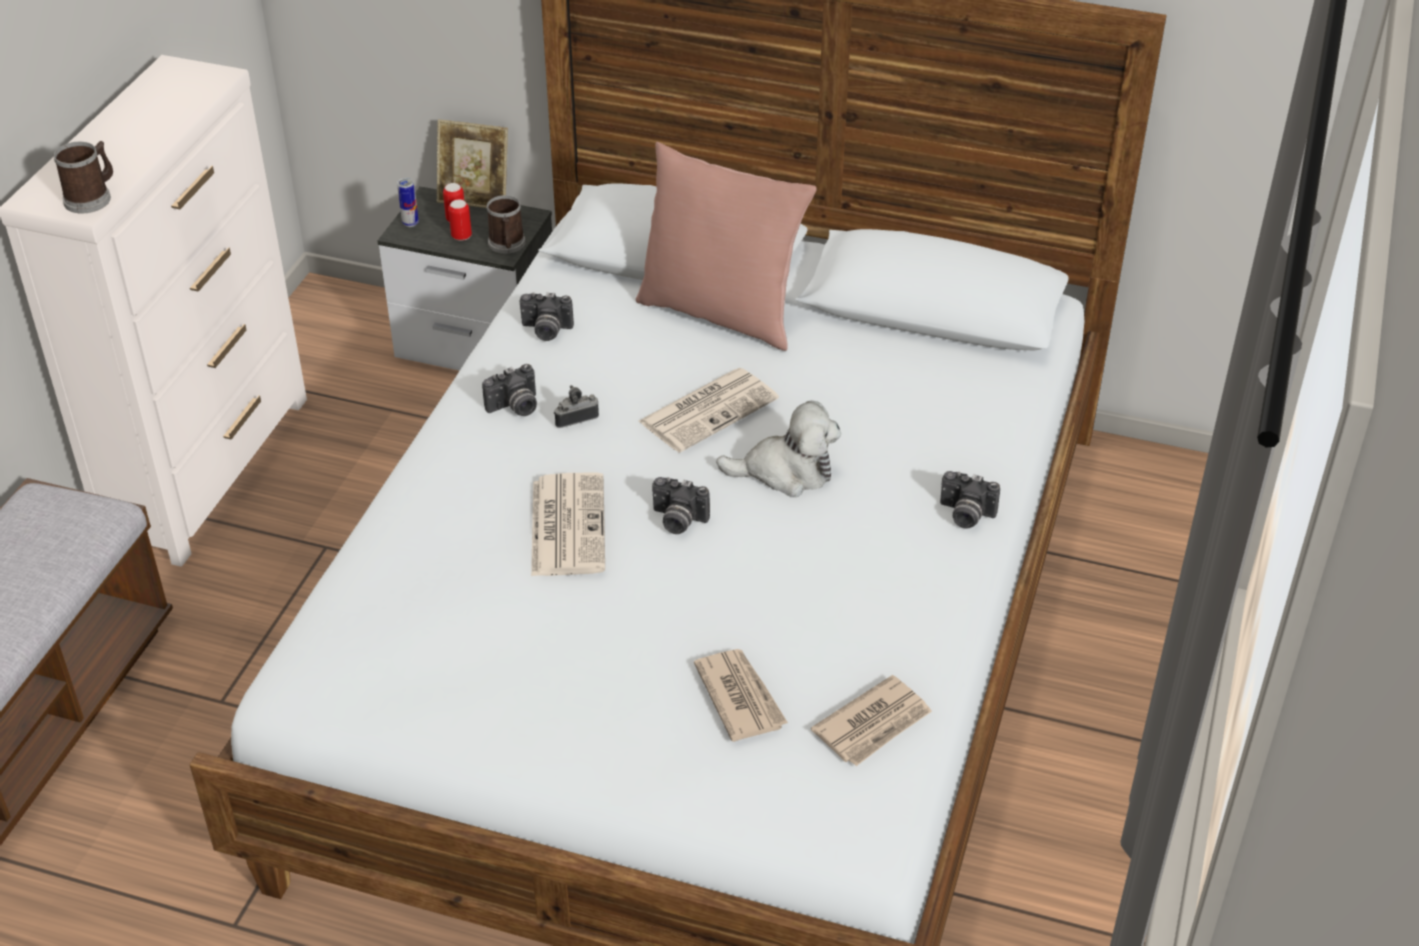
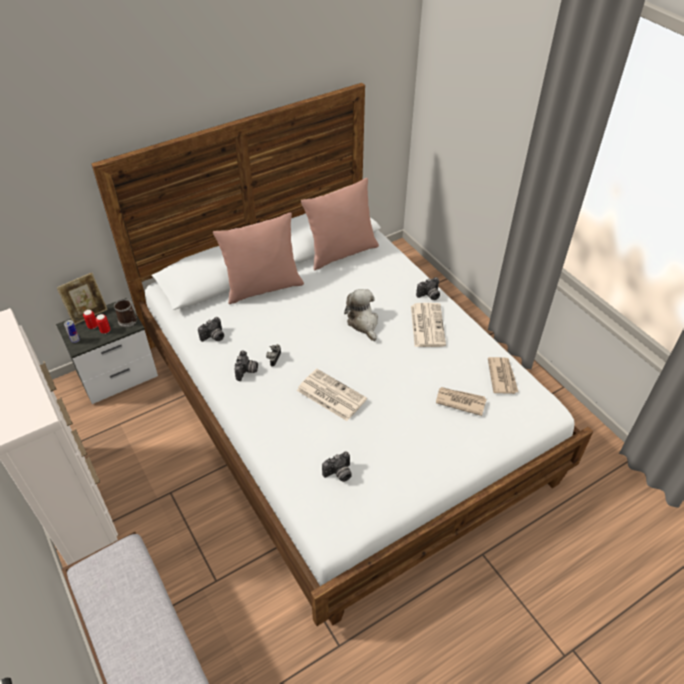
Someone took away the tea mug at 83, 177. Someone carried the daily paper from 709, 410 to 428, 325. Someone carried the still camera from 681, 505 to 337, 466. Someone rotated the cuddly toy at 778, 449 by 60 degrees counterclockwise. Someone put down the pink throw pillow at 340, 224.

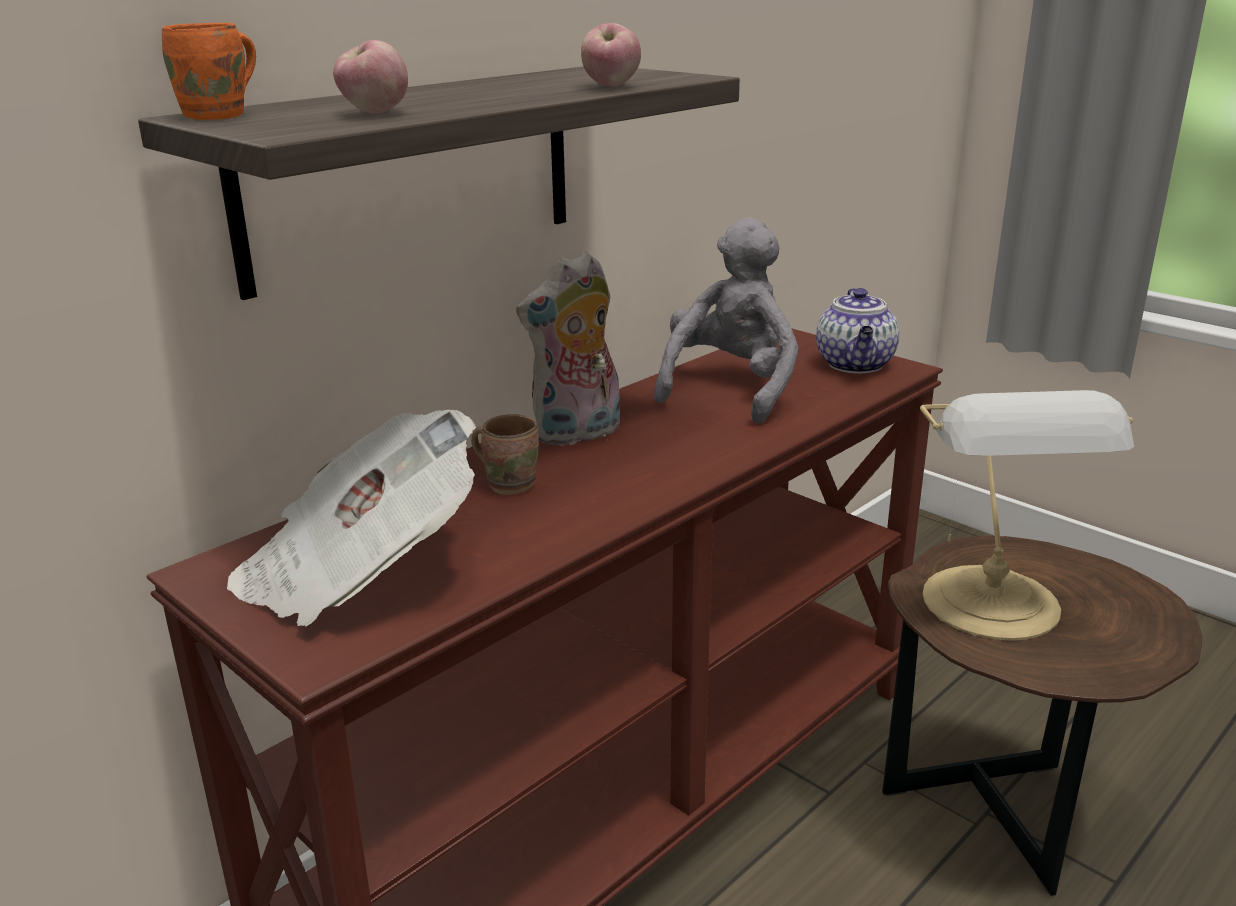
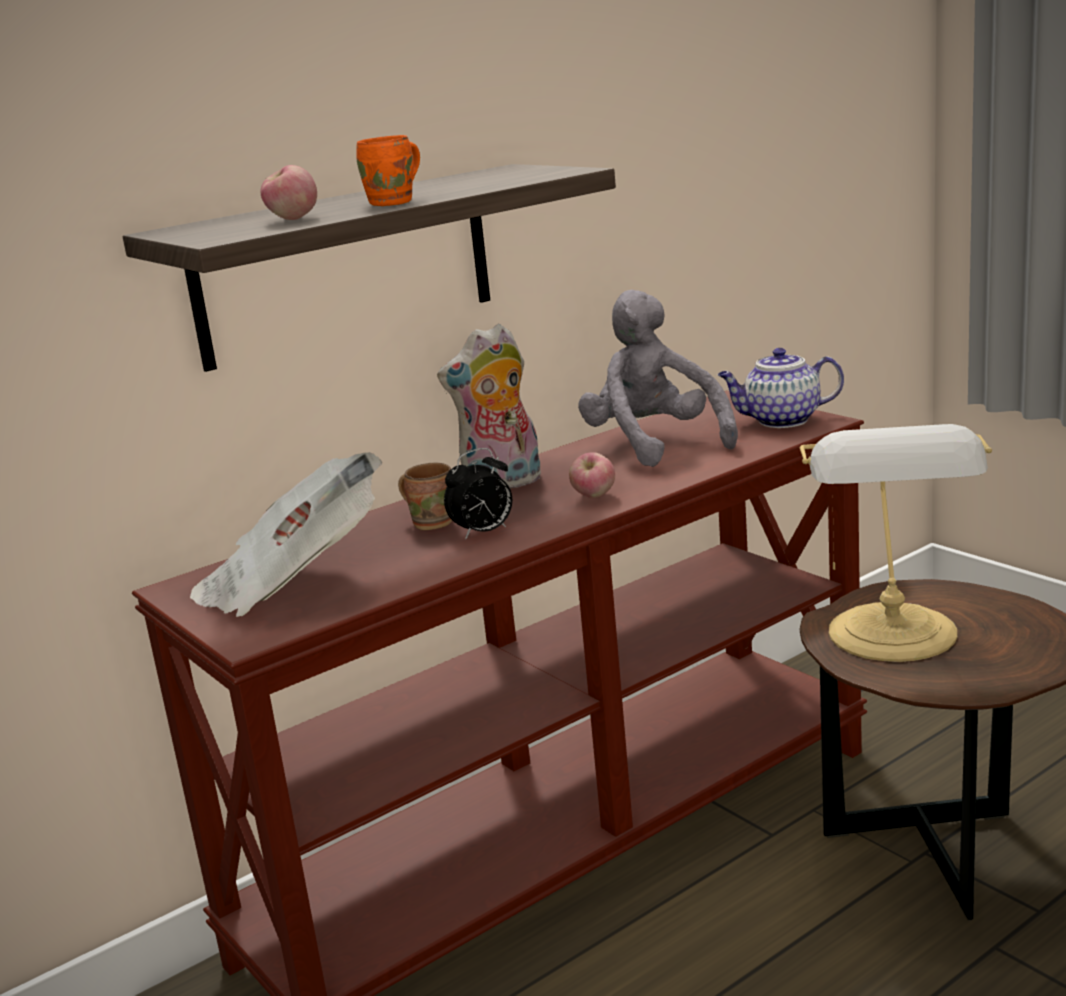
Someone carried the orange-coloured tea mug from 209, 71 to 388, 170. Someone carried the apple fruit from 611, 55 to 592, 475. Someone rotated the gray cuddly toy at 726, 320 by 60 degrees counterclockwise. Someone rotated the pot for tea at 857, 330 by 75 degrees clockwise. Someone put down the table clock at 478, 494.

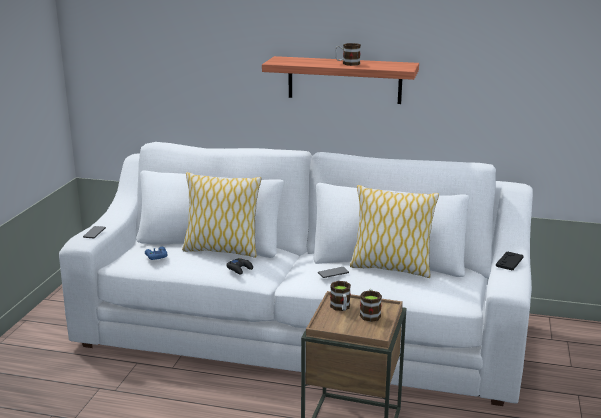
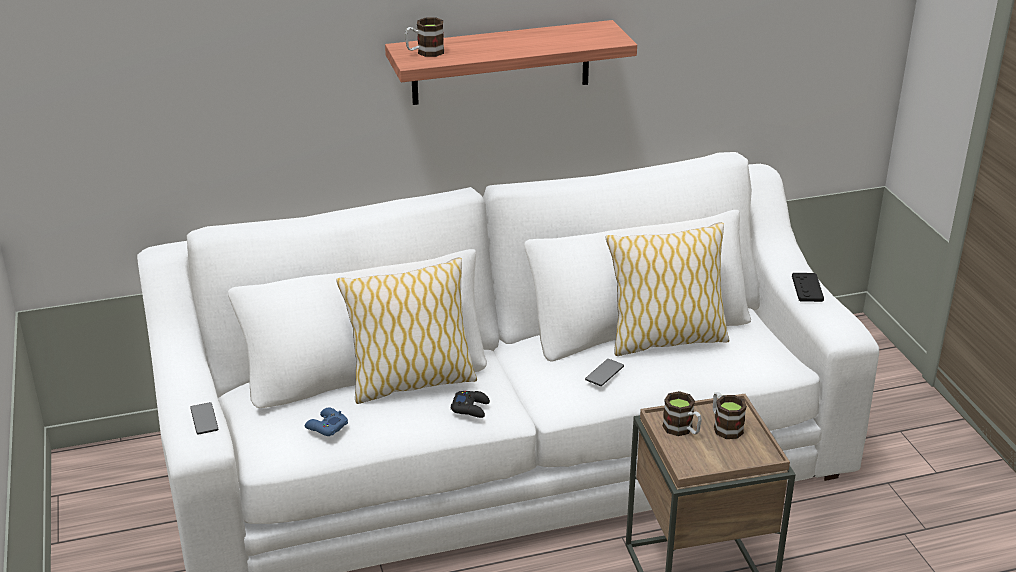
Someone carried the tea mug from 348, 54 to 424, 37.

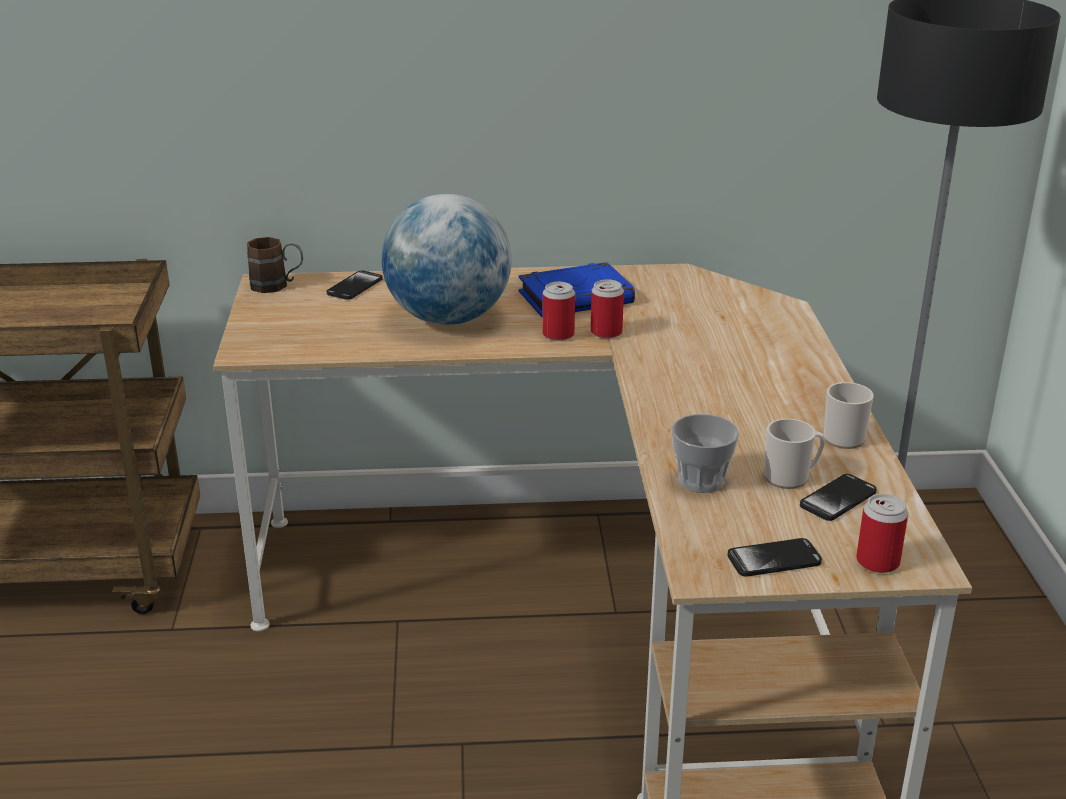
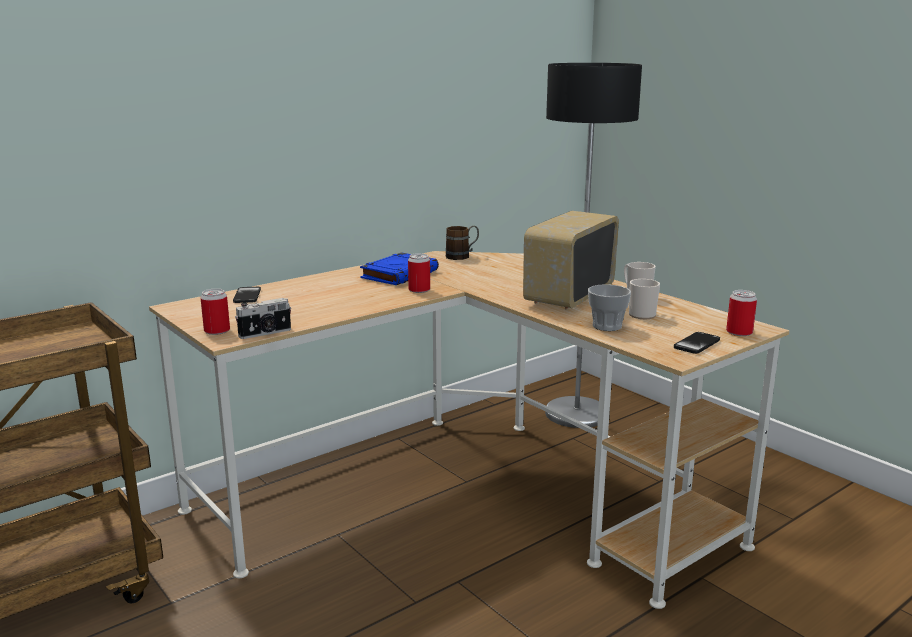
Someone carried the brown tea mug from 275, 265 to 462, 243. Someone took away the world globe at 446, 259. Someone carried the can from 607, 309 to 215, 312. Someone took away the phone at 838, 497. Someone put down the still camera at 263, 318. Someone put down the radio at 571, 260.

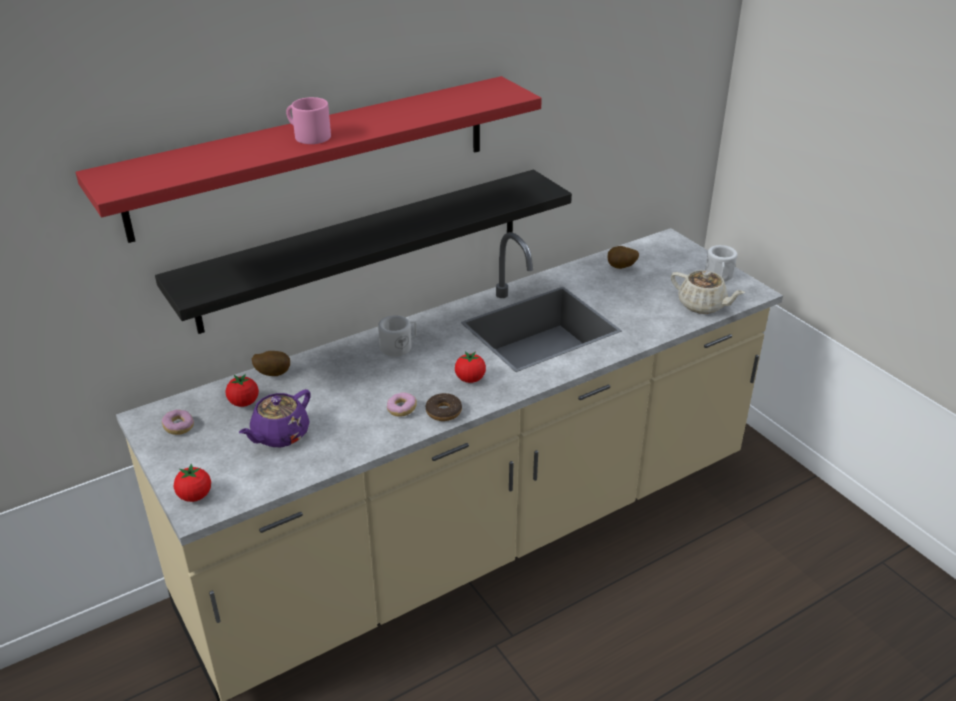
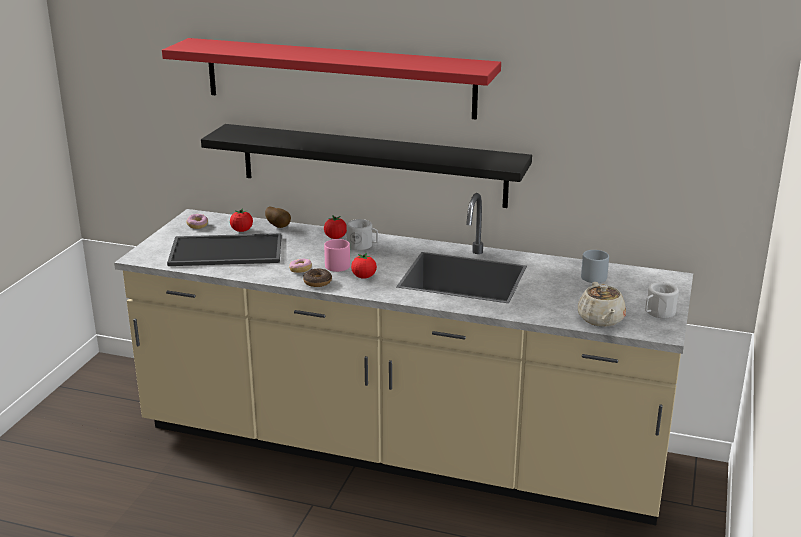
Someone carried the tomato from 192, 483 to 335, 227. Someone swapped the purple pot for tea at 275, 418 for the carrying tray at 224, 249. Someone carried the pink tea mug from 308, 120 to 337, 255. Someone swapped the potato at 623, 257 for the gray tea mug at 595, 266.

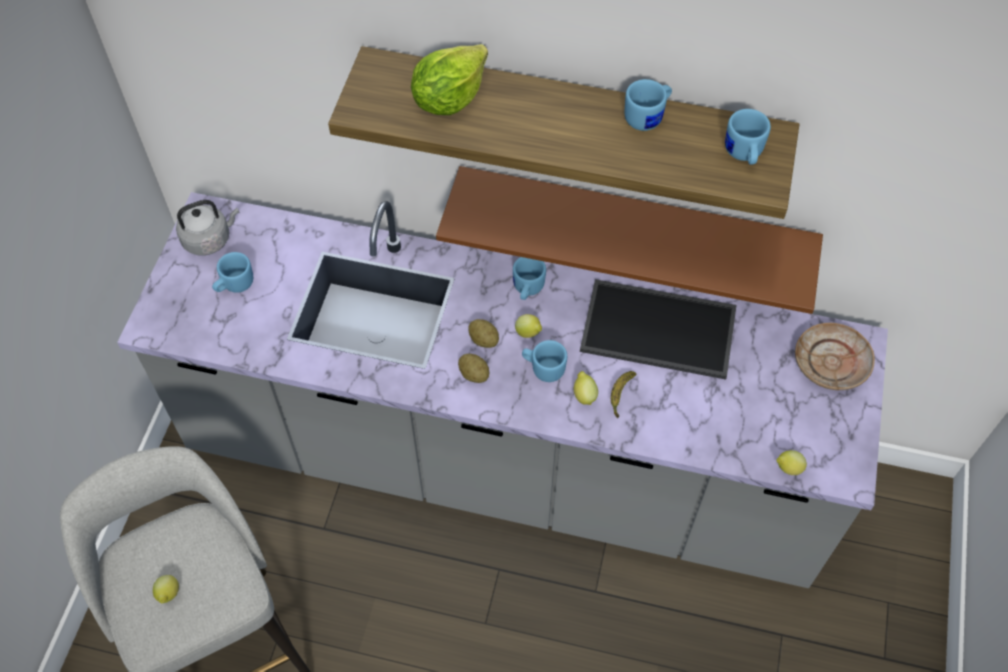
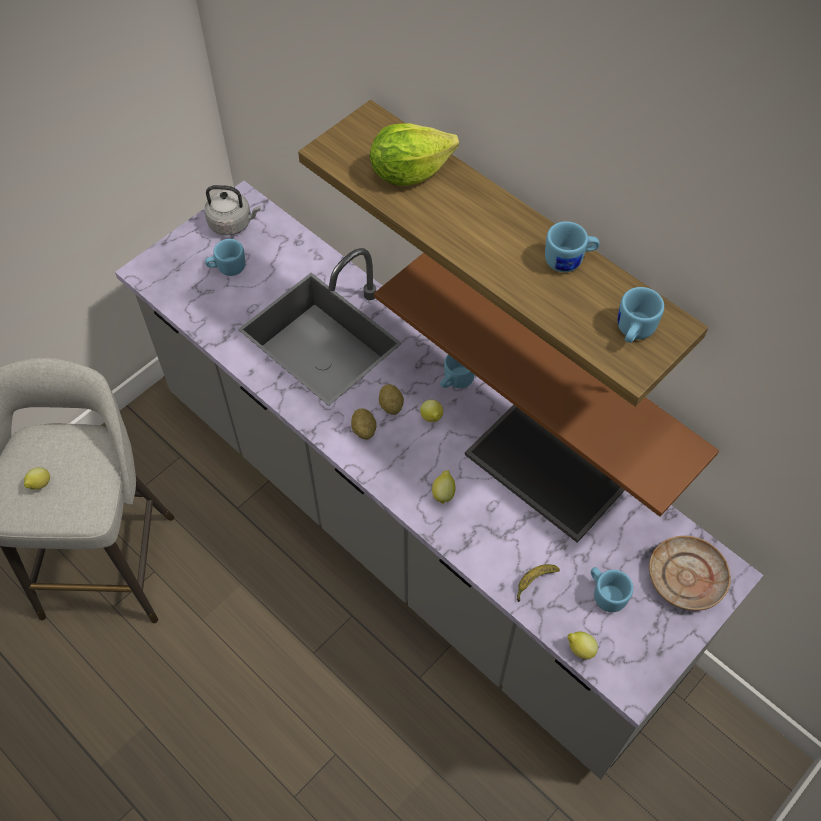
Someone carried the blue tea mug from 544, 361 to 612, 589. Someone carried the banana fruit from 624, 394 to 538, 583.

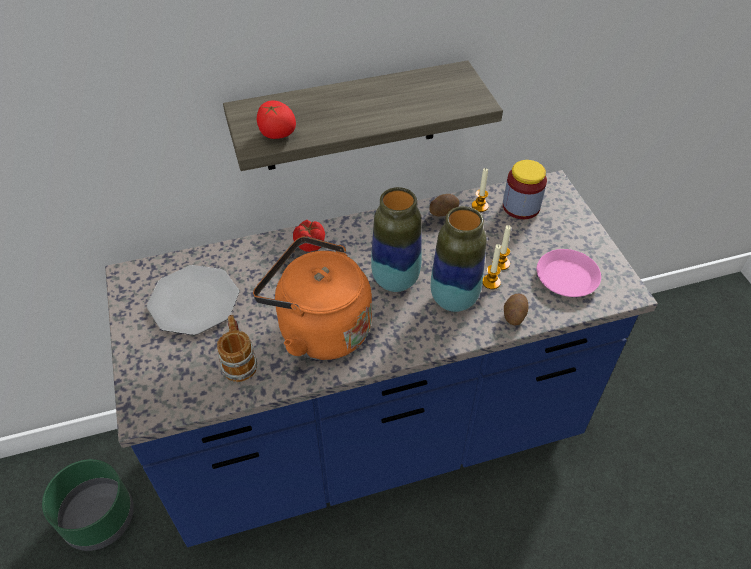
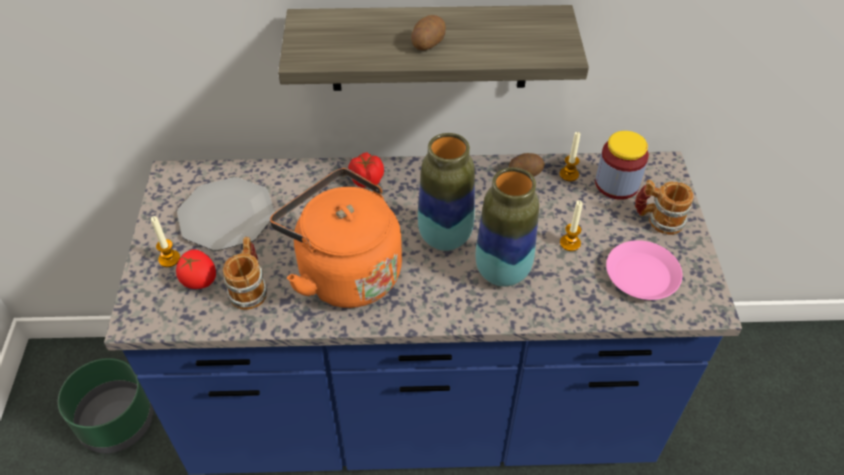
Someone carried the tomato from 276, 120 to 196, 269. Someone carried the wax light from 491, 266 to 165, 241. Someone carried the potato from 516, 309 to 428, 32. Someone put down the tea mug at 664, 207.

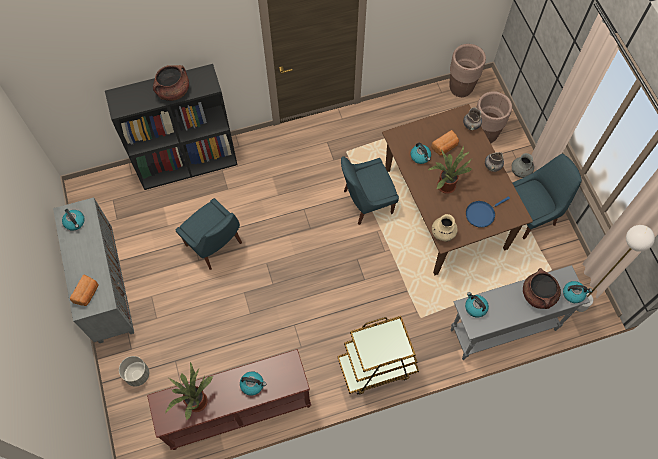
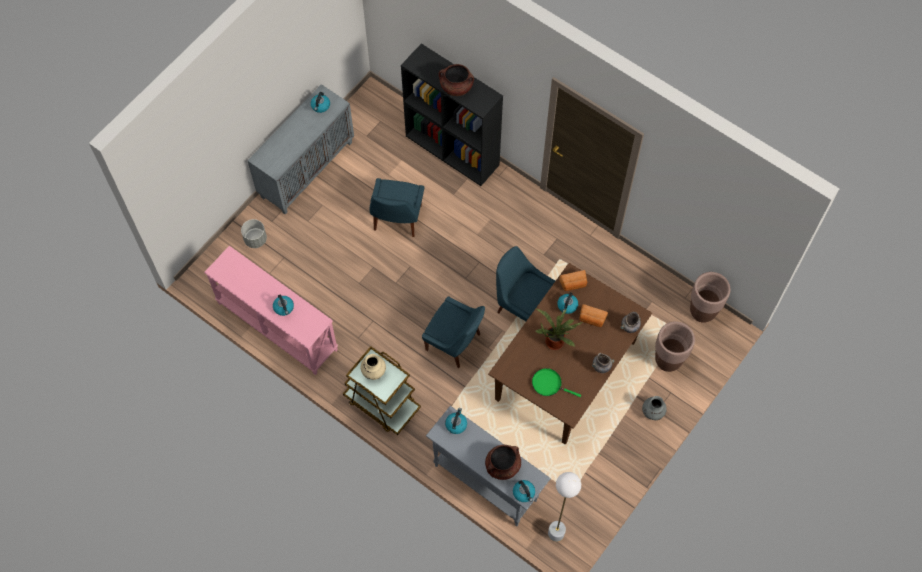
Someone carried the bakery bread from 84, 290 to 573, 280. Someone repainted the brown narrow table at 229, 399, which became the pink narrow table at 271, 310. Someone took away the houseplant at 189, 391. Someone carried the beige flower vase from 445, 228 to 373, 367. Someone repainted the blue frying pan at 488, 212, which became the green frying pan at 556, 382. Someone carried the blue plain chair from 547, 196 to 453, 332.

